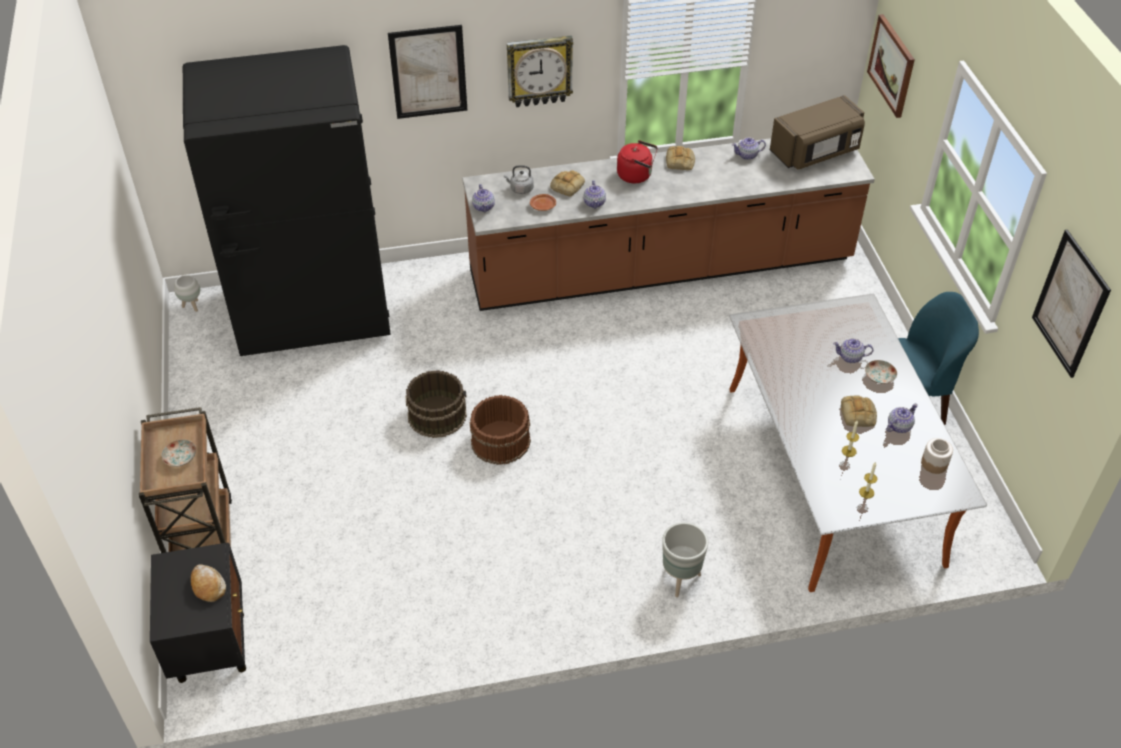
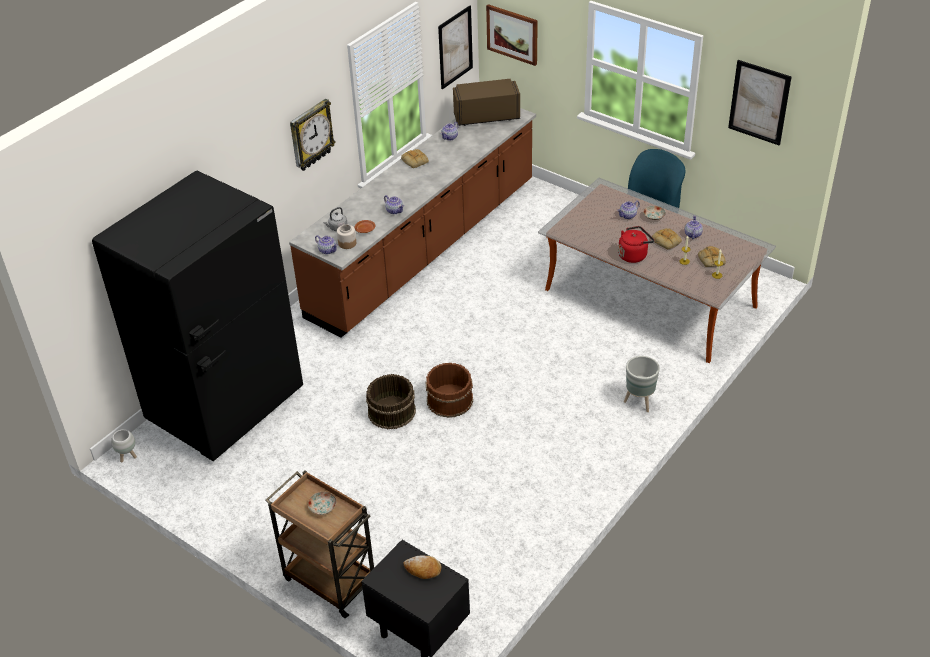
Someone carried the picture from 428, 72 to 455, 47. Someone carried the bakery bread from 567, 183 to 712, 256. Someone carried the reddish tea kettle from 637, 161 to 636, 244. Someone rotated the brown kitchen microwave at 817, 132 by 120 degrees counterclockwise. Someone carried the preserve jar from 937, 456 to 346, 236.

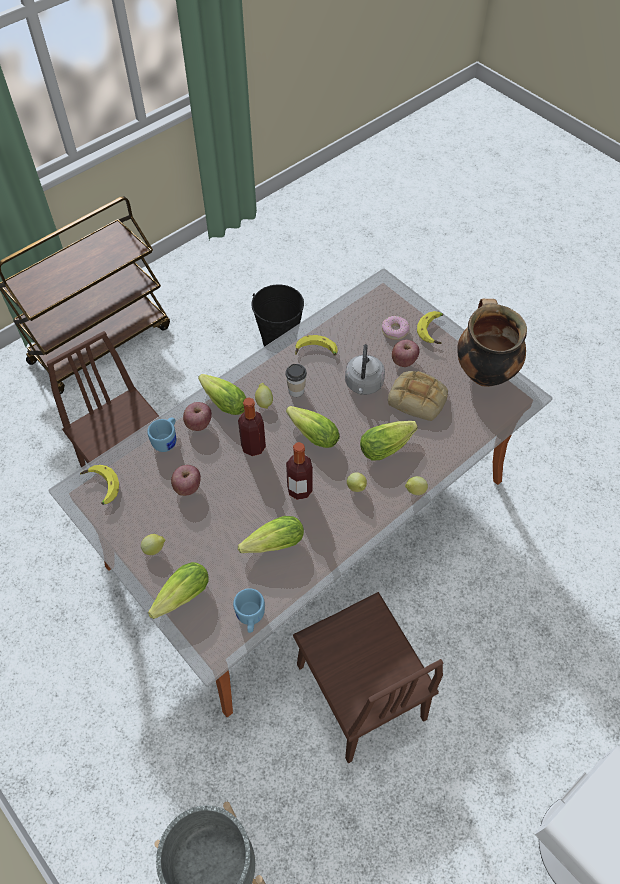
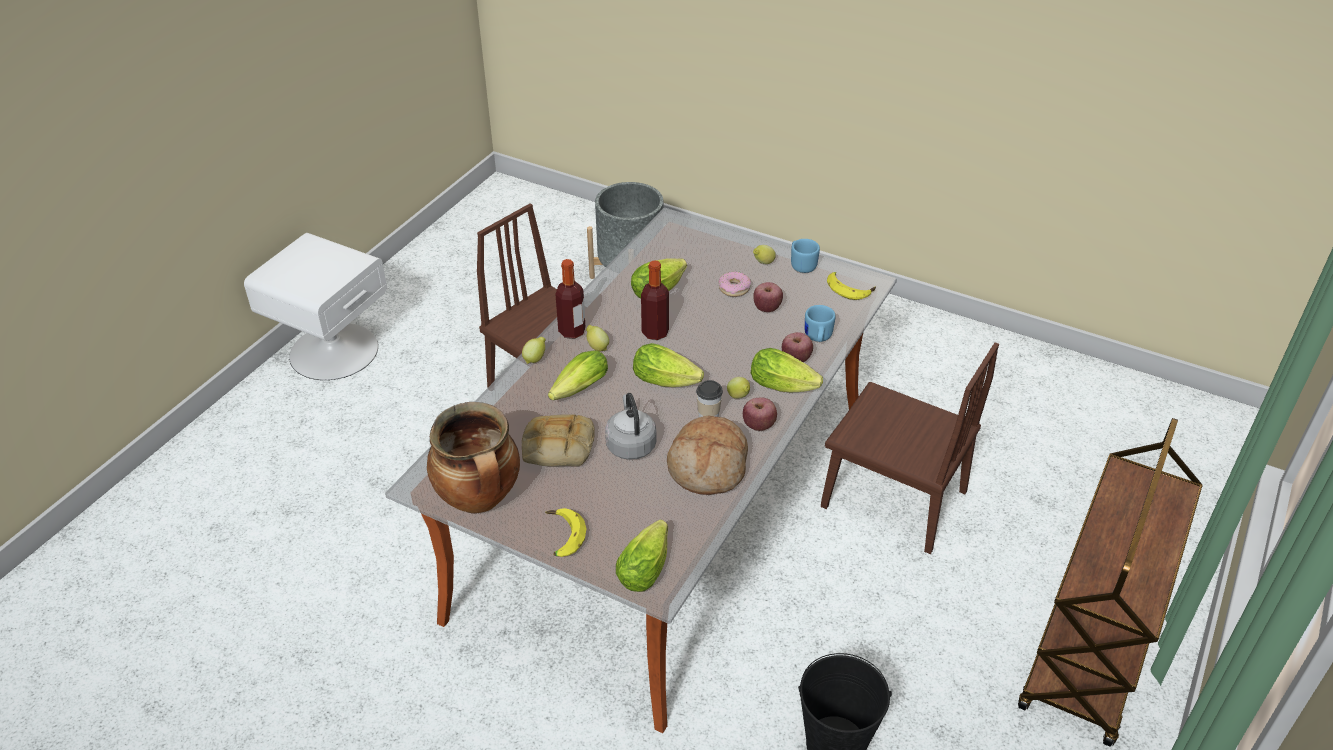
Someone carried the head of lettuce from 178, 590 to 642, 556. Someone carried the blue tea mug from 249, 610 to 805, 256. Someone carried the beverage bottle from 252, 426 to 570, 299. Someone swapped the banana fruit at 316, 345 for the bakery bread at 707, 455. Someone carried the donut from 396, 328 to 734, 284. Someone carried the apple fruit from 406, 353 to 760, 414.

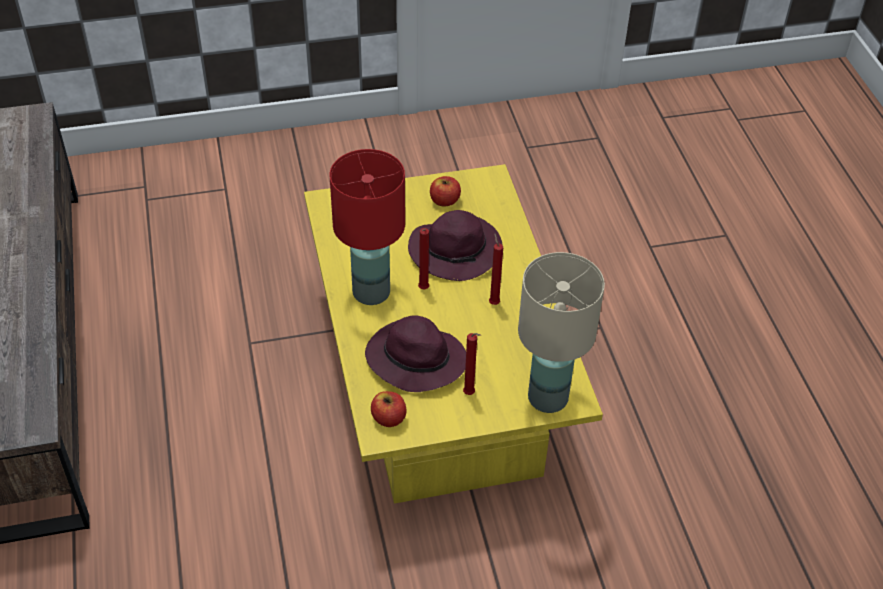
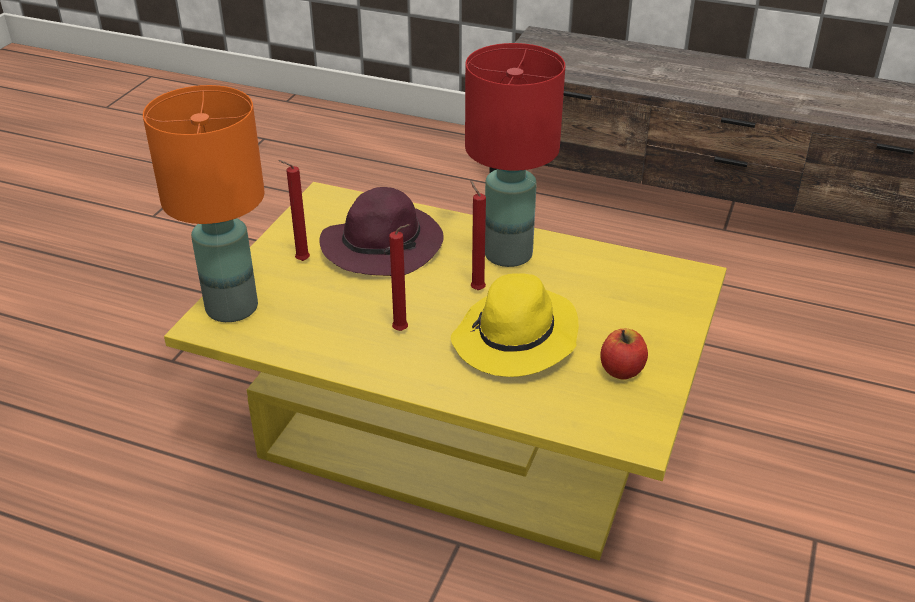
Someone took away the apple fruit at 389, 409. Someone repainted the purple clothing hat at 455, 245, which became the yellow clothing hat at 515, 325. Someone repainted the beige tabletop lamp at 561, 332, which became the orange-coloured tabletop lamp at 204, 203.

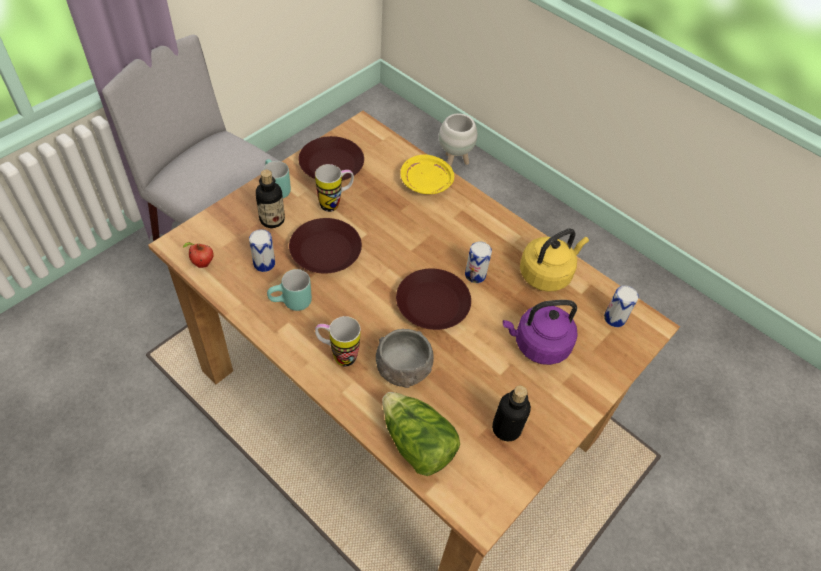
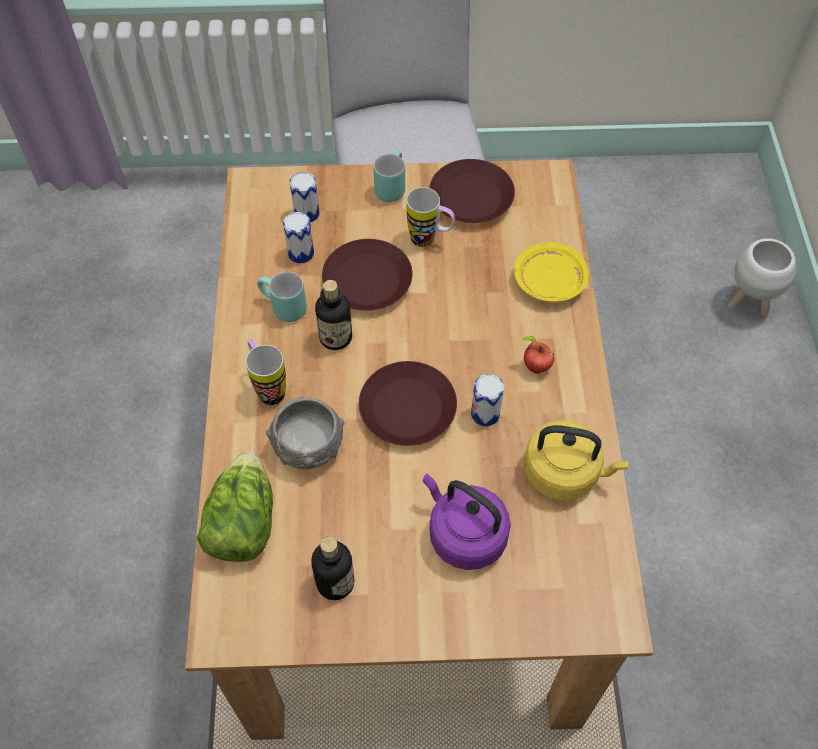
Someone carried the apple fruit from 198, 255 to 538, 355. Someone carried the beverage bottle from 270, 199 to 333, 315. Someone carried the can from 621, 306 to 304, 197.

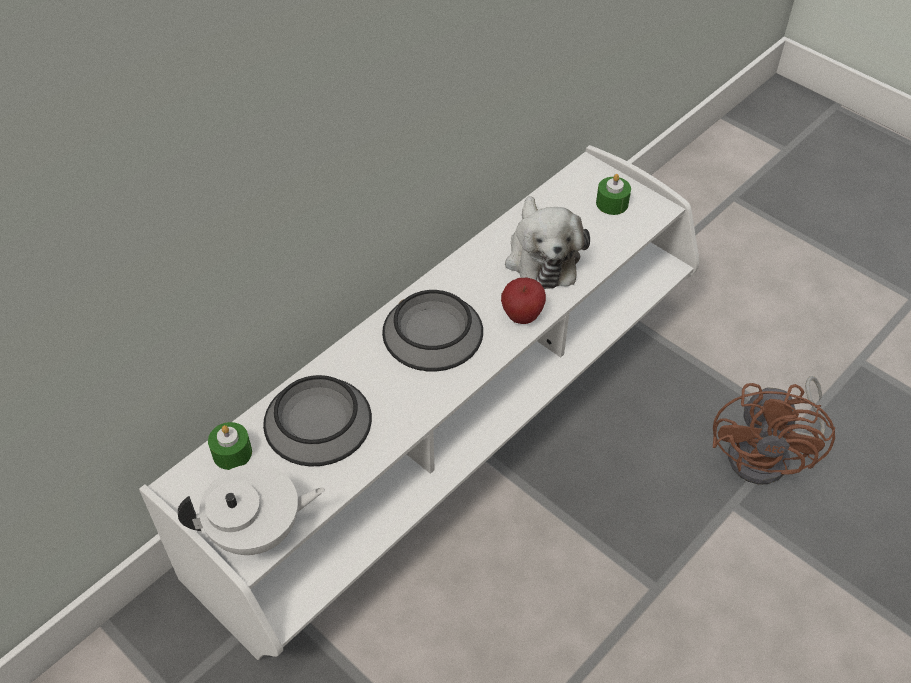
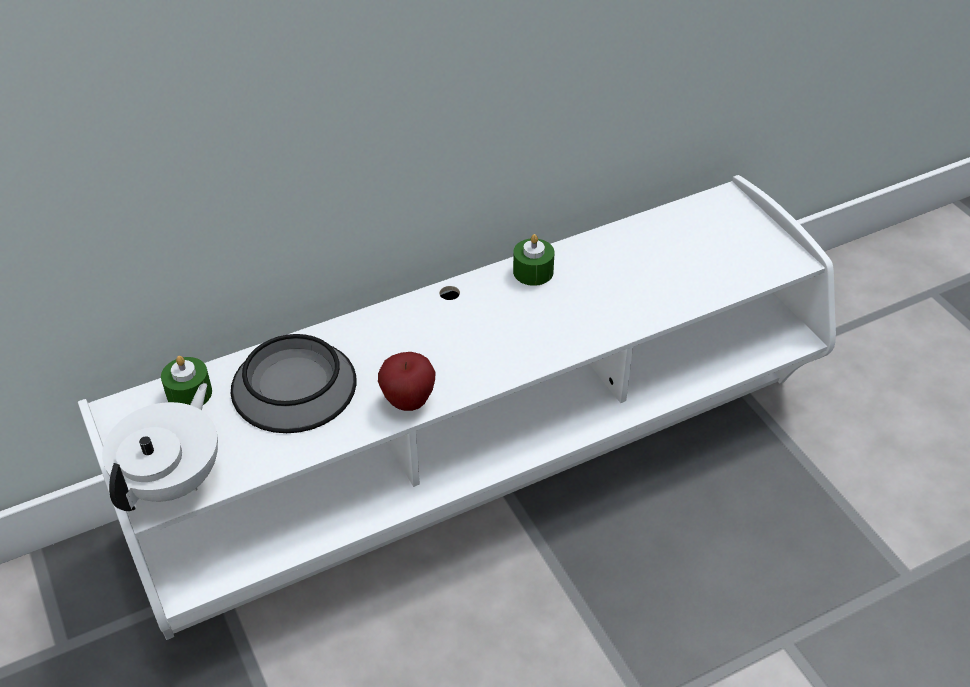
Someone rotated the whitish pot for tea at 251, 509 by 75 degrees counterclockwise. Someone took away the deep dish at 432, 330. Someone carried the apple fruit from 523, 301 to 407, 381. Someone took away the cuddly toy at 547, 242. Someone carried the green wax light from 613, 194 to 533, 260. Someone took away the brown fan at 774, 430.

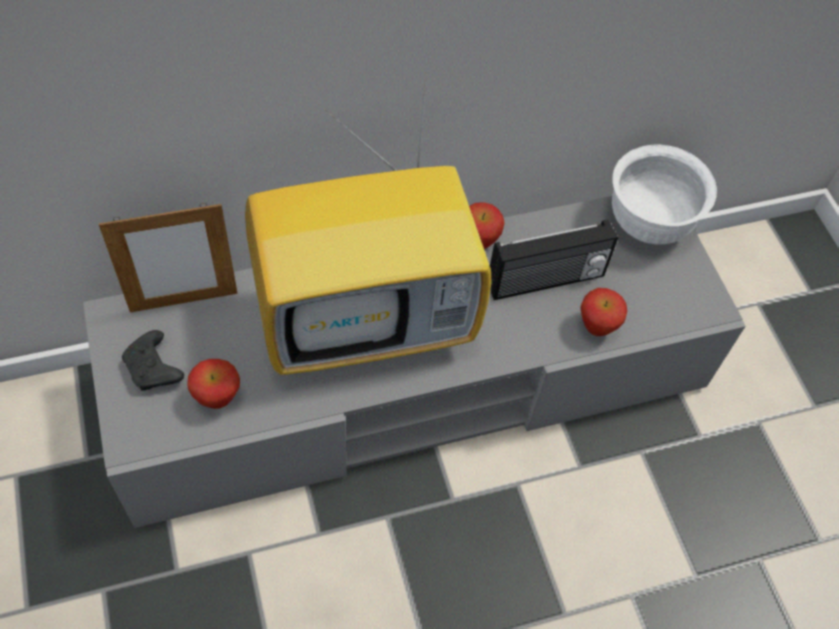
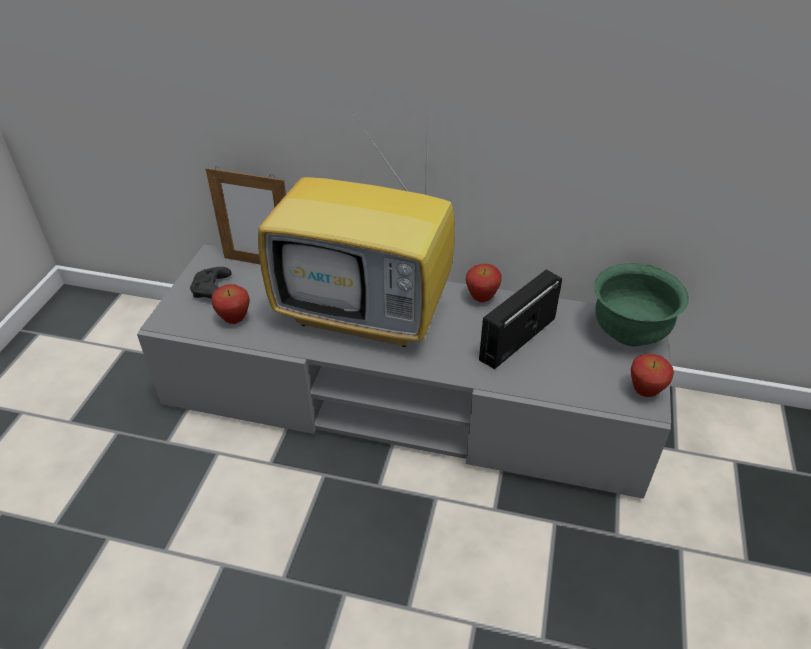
Someone rotated the radio at 554, 259 by 120 degrees clockwise. Someone carried the apple fruit from 603, 312 to 652, 375. Someone repainted the whitish deep dish at 664, 194, which became the green deep dish at 641, 304.

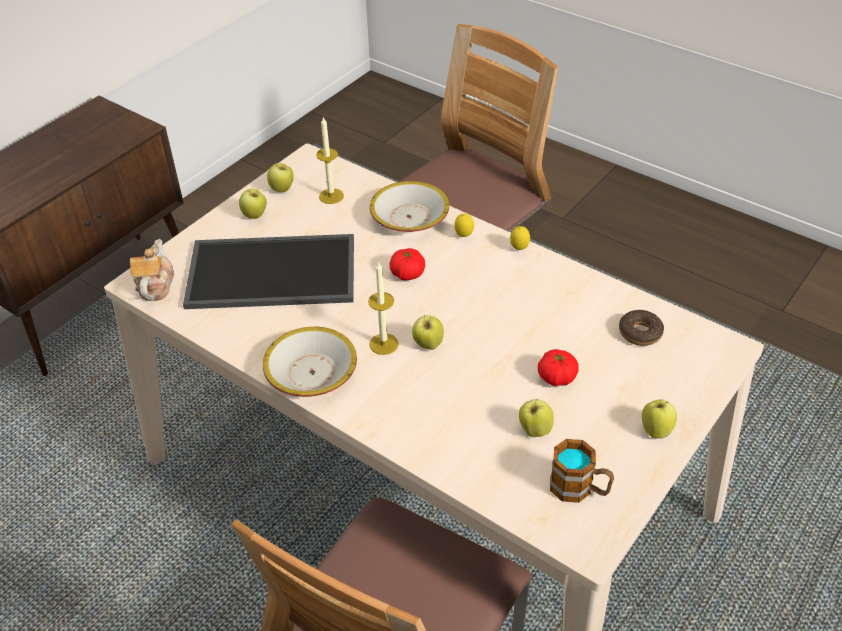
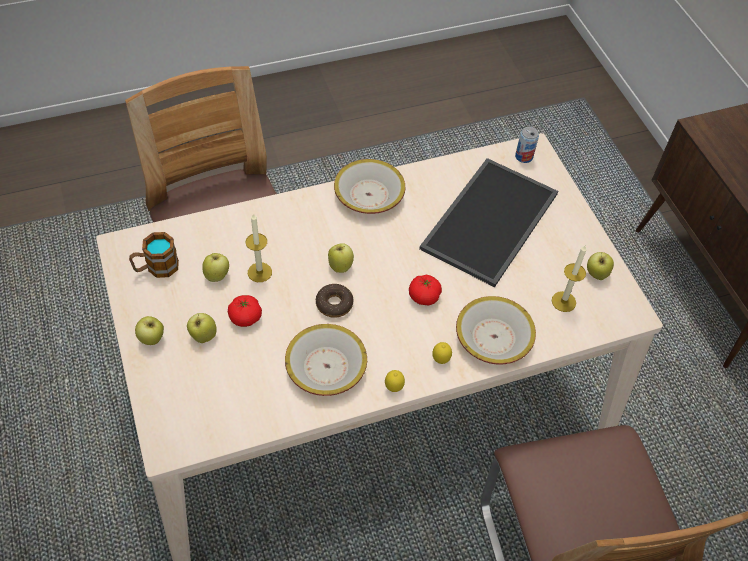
Someone swapped the pot for tea at 152, 270 for the can at 527, 145. Someone carried the apple fruit from 253, 204 to 202, 328. Someone carried the wax light from 383, 308 to 259, 248. Someone carried the donut from 641, 328 to 334, 301. Someone put down the deep dish at 326, 360.

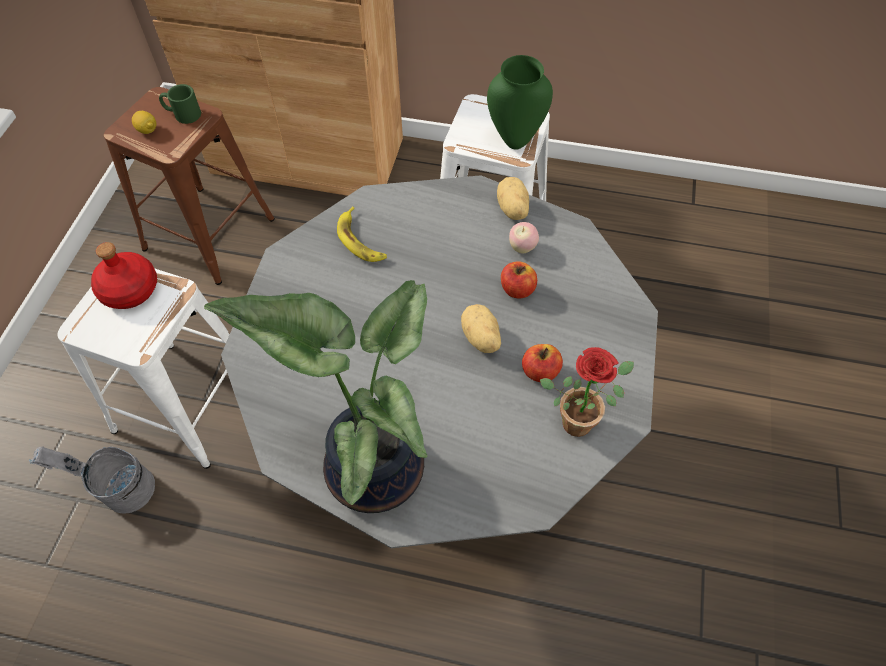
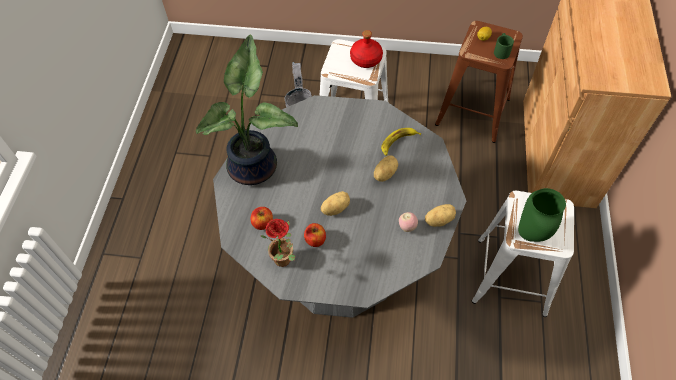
Someone carried the apple fruit from 519, 279 to 262, 218. Someone put down the potato at 386, 168.

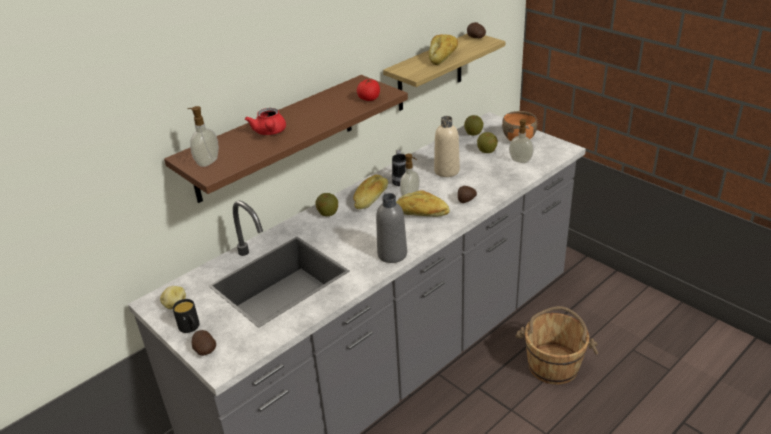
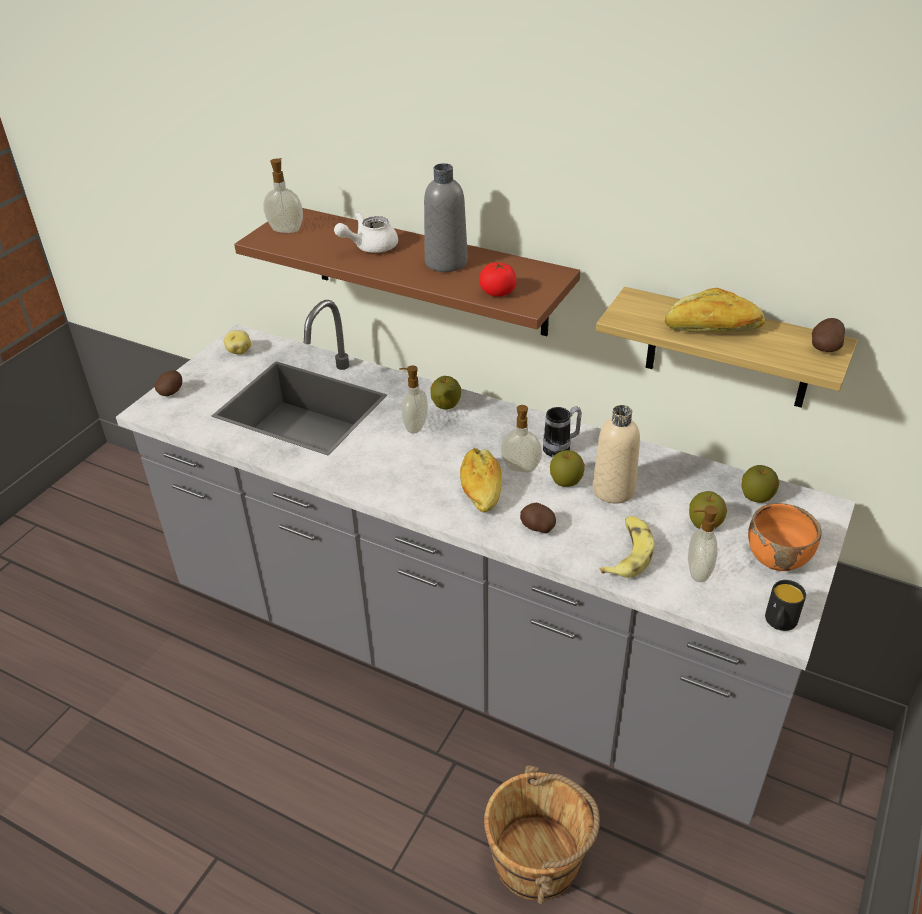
Someone carried the black tea mug from 186, 316 to 785, 605. Someone repainted the reddish pot for tea at 265, 121, which became the whitish pot for tea at 366, 232. Someone took away the bakery bread at 370, 192. Someone carried the gray beverage bottle from 391, 228 to 446, 217. Someone put down the soap dispenser at 413, 399. Someone put down the apple fruit at 567, 468. Someone put down the banana fruit at 627, 547.

